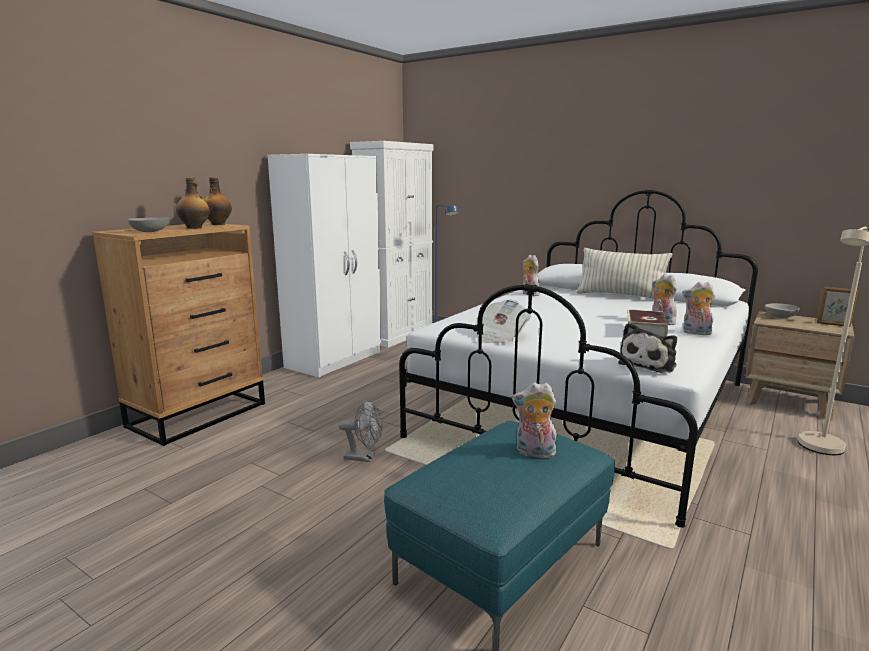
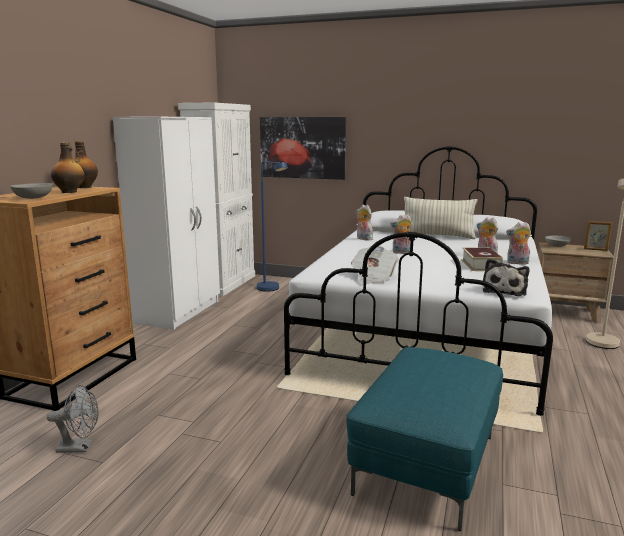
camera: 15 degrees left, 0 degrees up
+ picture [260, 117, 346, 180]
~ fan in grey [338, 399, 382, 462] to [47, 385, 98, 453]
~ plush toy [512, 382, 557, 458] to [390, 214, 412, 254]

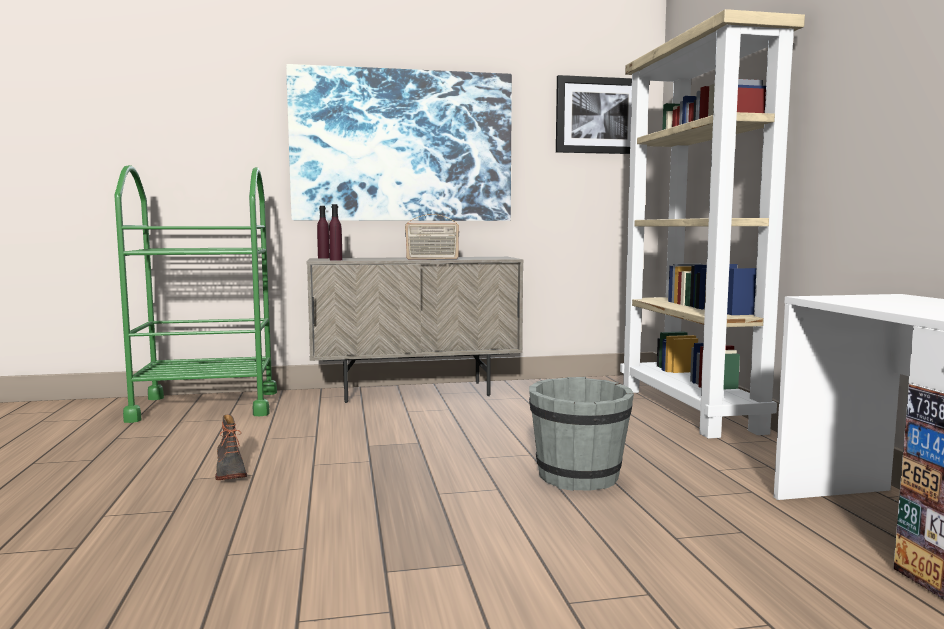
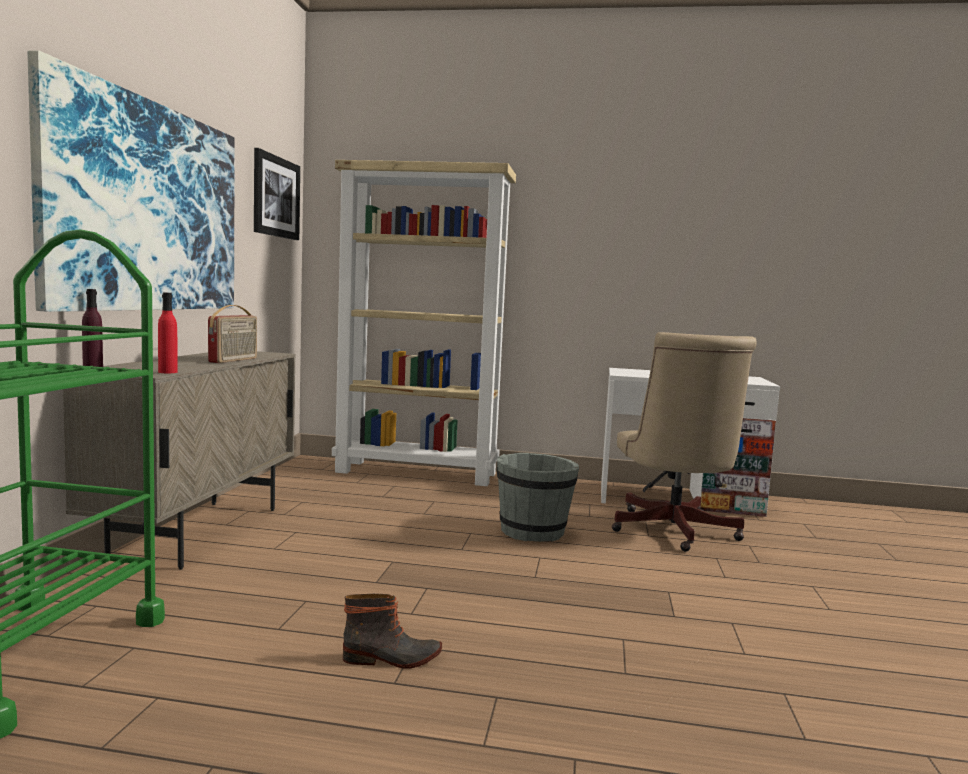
camera: 70 degrees left, 0 degrees up
+ office chair in beige [612, 332, 757, 552]
~ bottle in purple [329, 204, 342, 261] to bottle in red [158, 292, 178, 373]

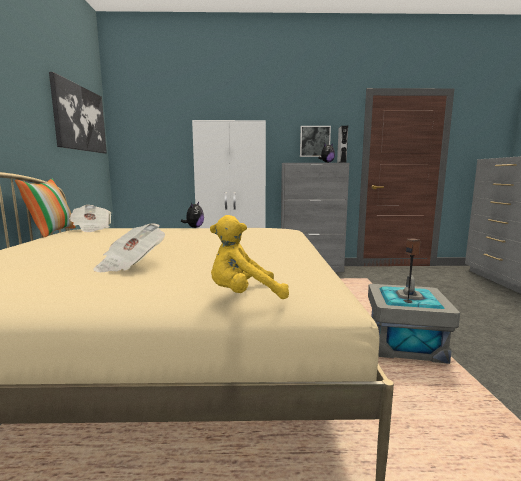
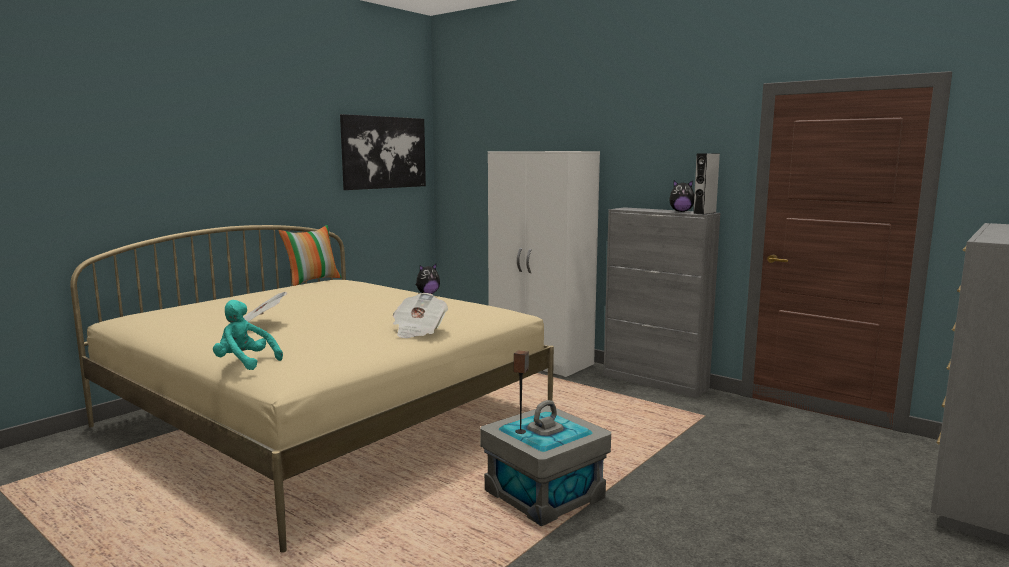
camera: 40 degrees right, 0 degrees up
- picture [300, 126, 331, 157]
~ newspaper [69, 205, 111, 232] to [393, 293, 448, 338]
~ plush toy in yellow [210, 215, 289, 299] to plush toy in turquoise [213, 300, 283, 370]

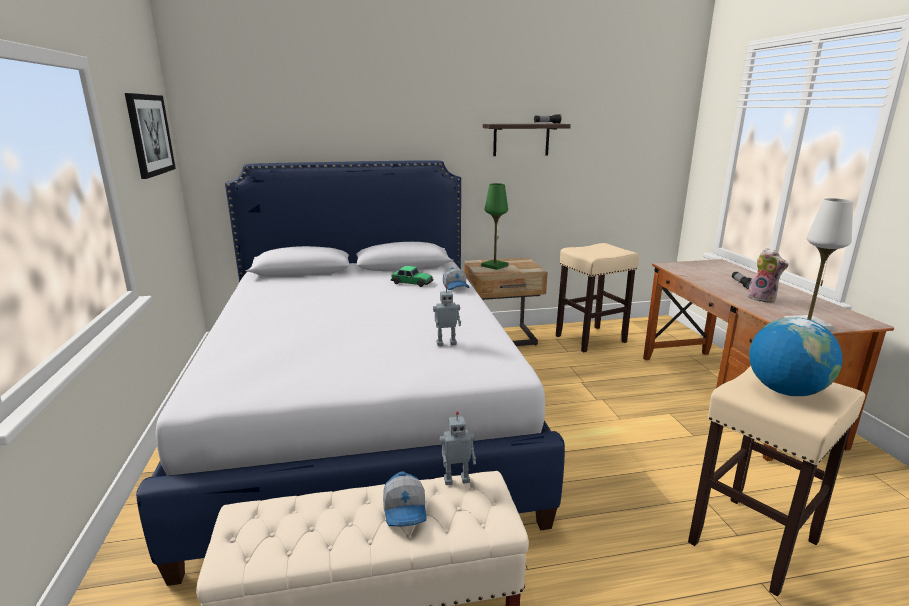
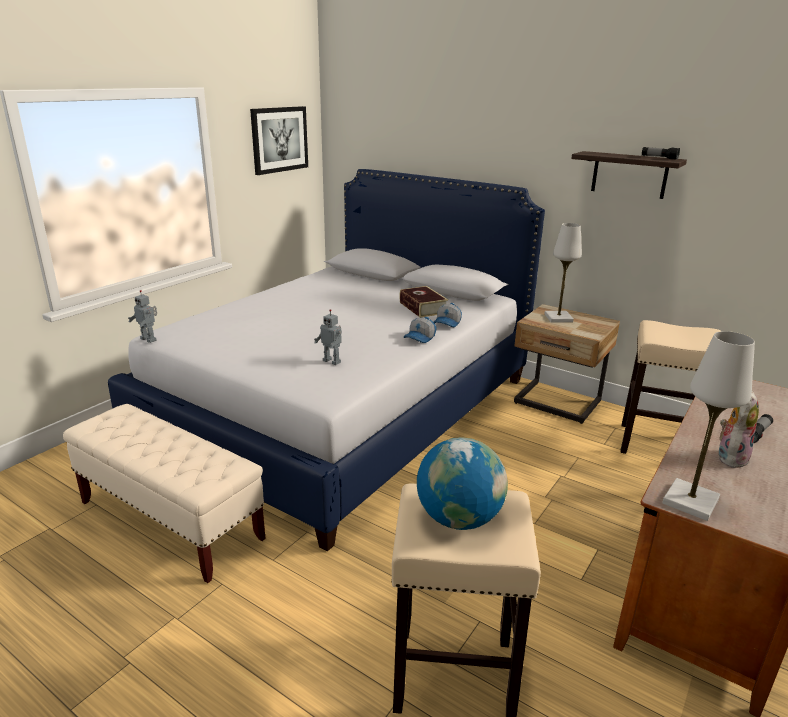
camera: 45 degrees right, 5 degrees up
~ cap [383, 471, 426, 527] to [404, 317, 436, 343]
~ toy robot [440, 412, 476, 485] to [128, 290, 157, 343]
~ toy car [391, 266, 433, 287] to book [399, 286, 448, 318]
~ table lamp in green [481, 183, 509, 270] to table lamp in white [545, 223, 582, 323]
~ plush toy [747, 248, 789, 303] = [718, 391, 759, 468] 150 degrees counterclockwise

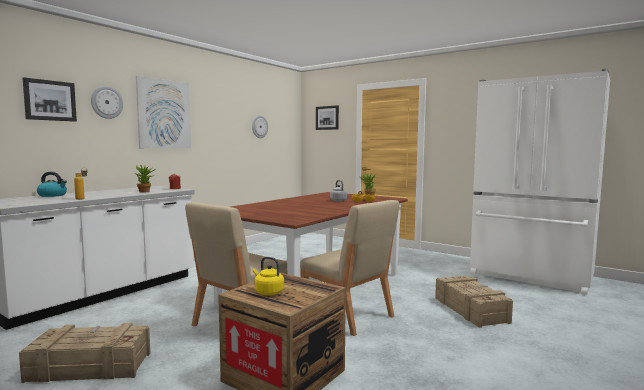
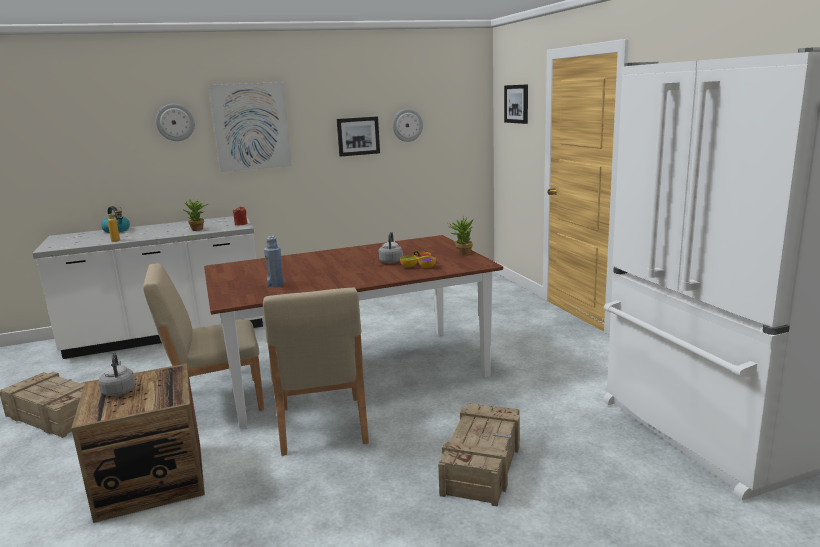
camera: 35 degrees right, 10 degrees up
+ bottle in blue [264, 236, 284, 287]
~ picture [23, 77, 77, 122] to [337, 117, 380, 157]
~ kettle in yellow [253, 257, 284, 295] to kettle in grey [99, 353, 136, 396]

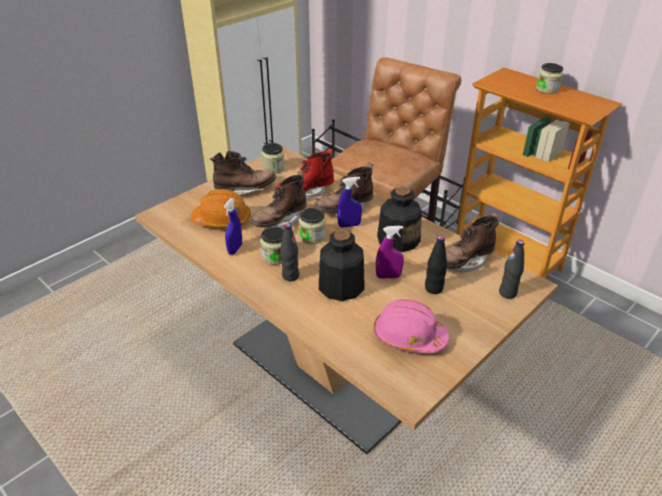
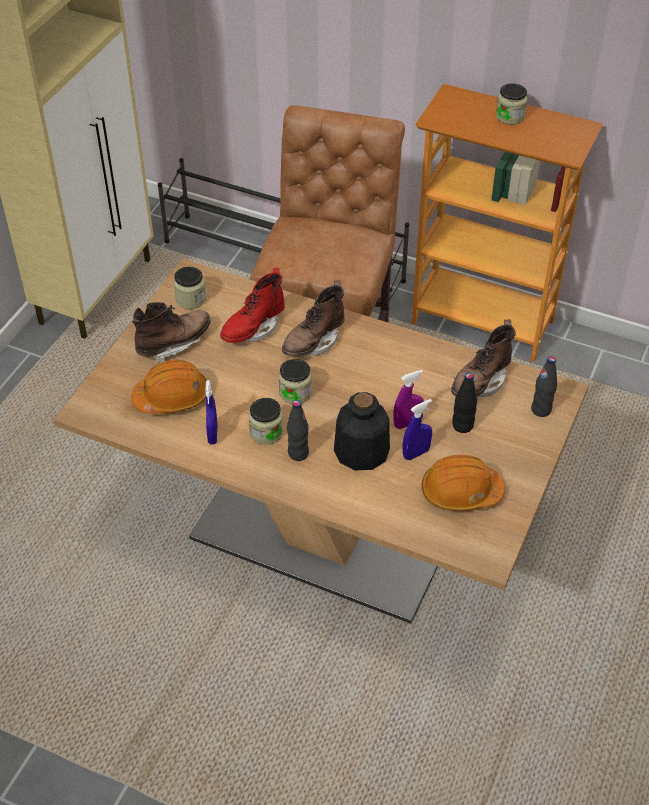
camera: 20 degrees left, 10 degrees up
- boot in brown [250, 171, 307, 228]
- bottle [377, 186, 422, 252]
~ spray bottle in blue [337, 177, 362, 228] to [403, 399, 432, 460]
~ hard hat in pink [374, 299, 449, 353] to hard hat in orange [422, 455, 505, 511]

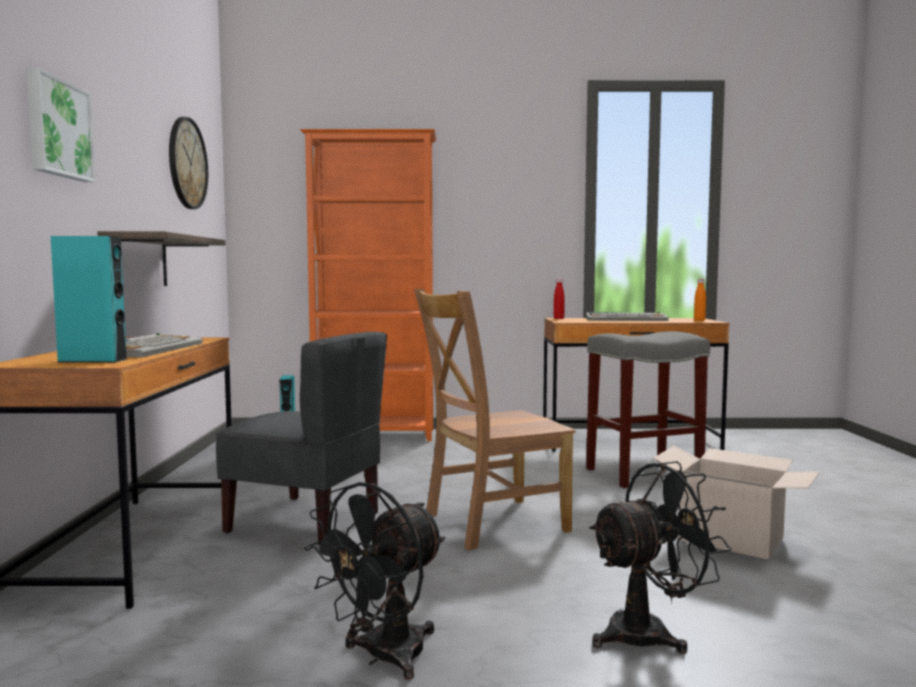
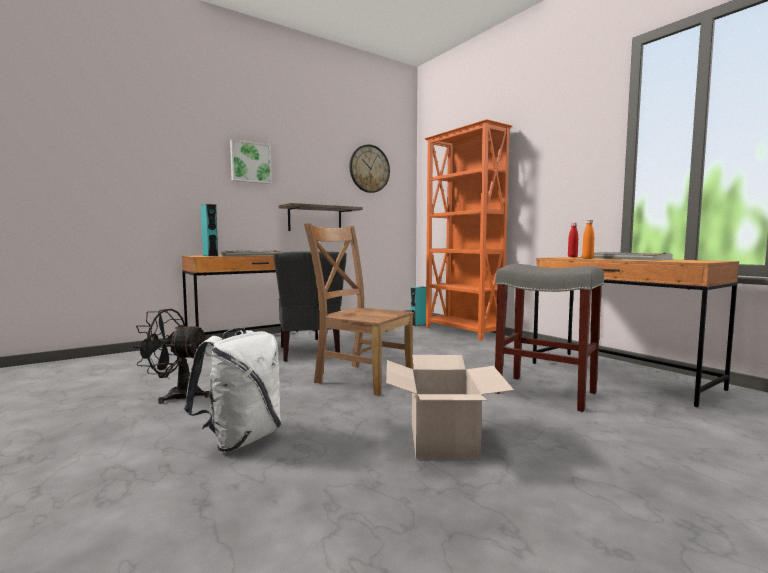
camera: 55 degrees right, 0 degrees up
~ bottle in orange [694, 279, 706, 321] to [582, 220, 594, 259]
~ fan in black [589, 461, 732, 654] to backpack in white [184, 328, 281, 452]

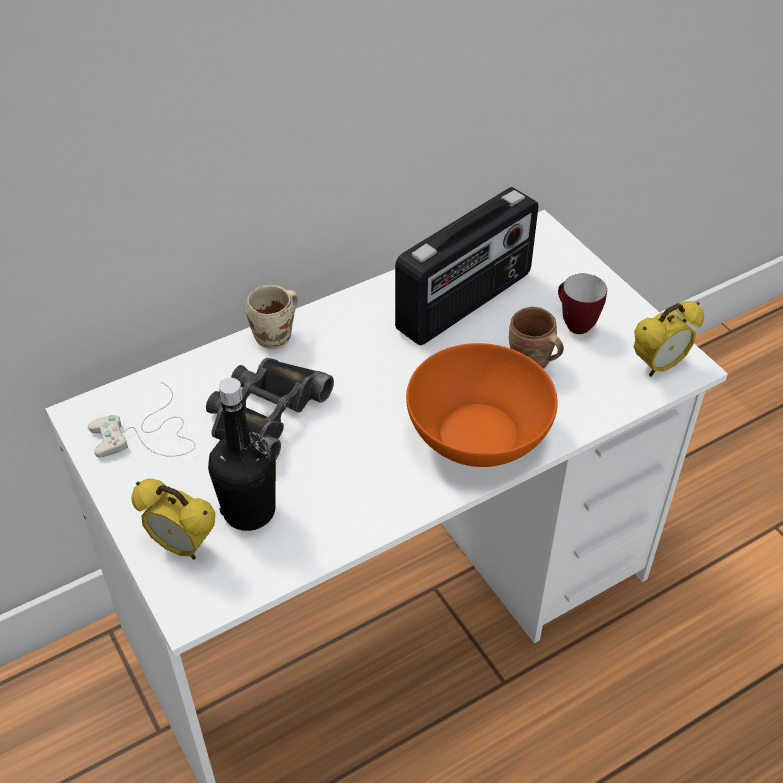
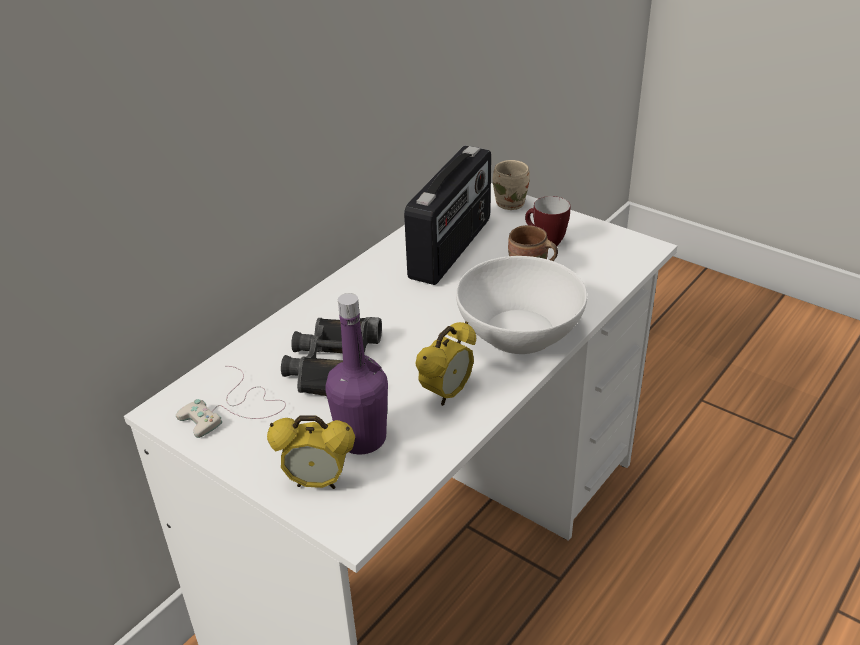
camera: 20 degrees left, 10 degrees down
~ mug in beige [246, 285, 299, 349] to [493, 160, 530, 210]
~ alarm clock [634, 301, 704, 377] to [415, 321, 476, 406]
~ bottle in black [208, 378, 276, 531] to bottle in purple [325, 293, 388, 455]
~ bowl in orange [406, 343, 558, 467] to bowl in white [456, 256, 587, 354]

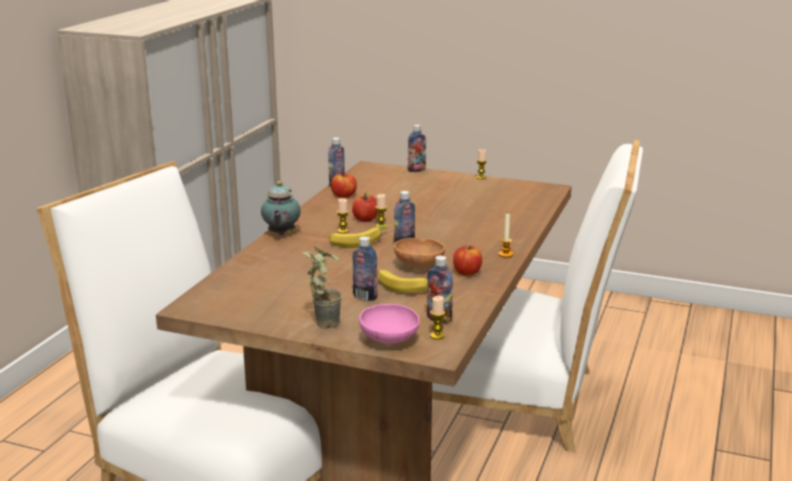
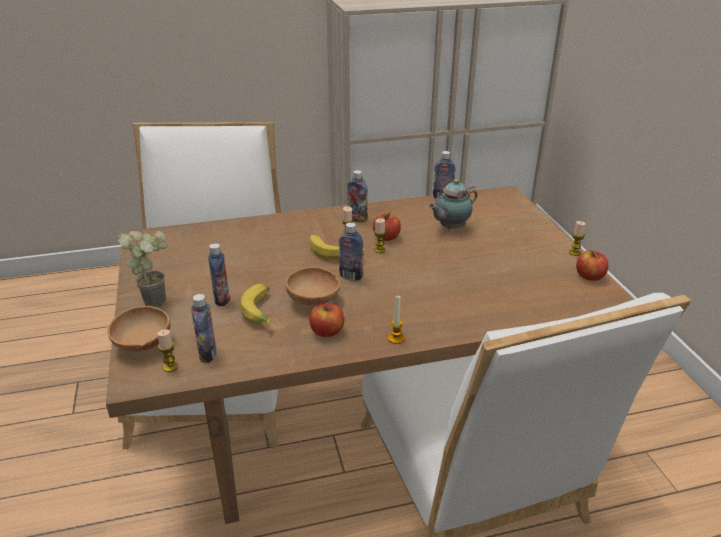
camera: 55 degrees right, 10 degrees up
~ teapot [261, 181, 301, 235] to [428, 179, 478, 229]
~ apple [331, 173, 357, 198] to [576, 250, 608, 281]
~ bottle [408, 125, 426, 172] to [347, 170, 368, 222]
~ bowl in pink [359, 304, 420, 344] to bowl in brown [108, 306, 170, 352]

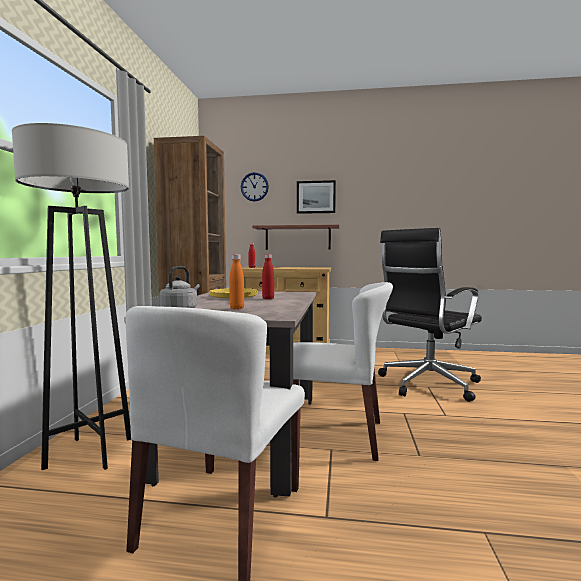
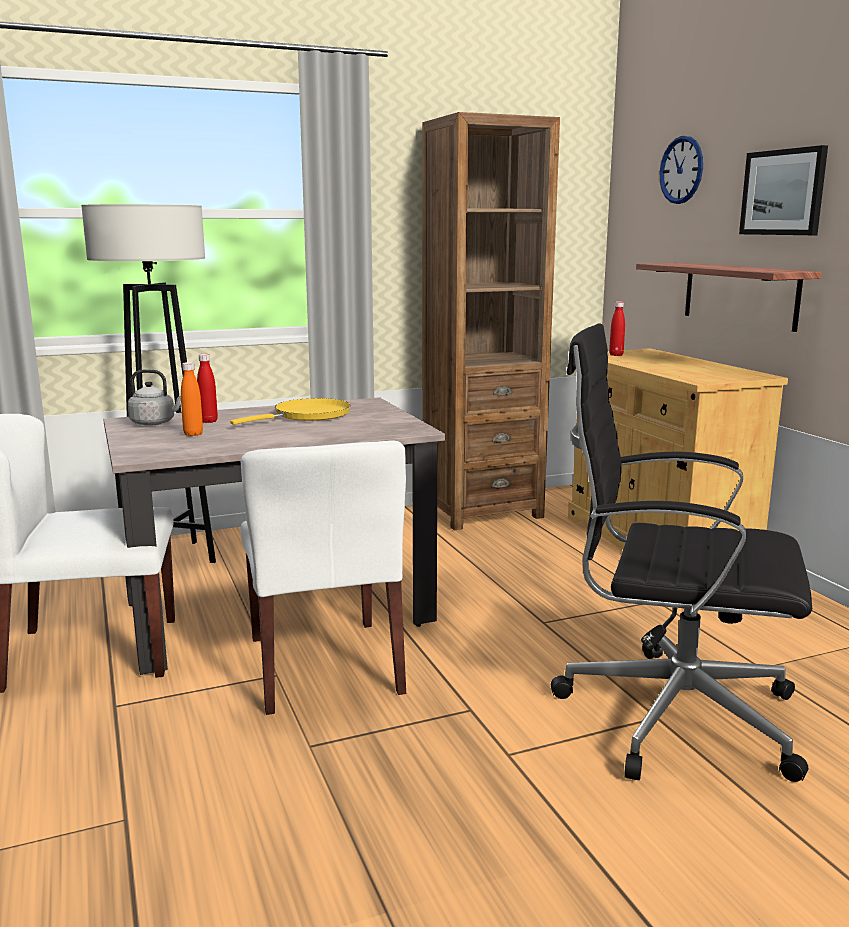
camera: 60 degrees right, 10 degrees up
~ bottle in red [262, 254, 274, 299] to [197, 354, 218, 423]

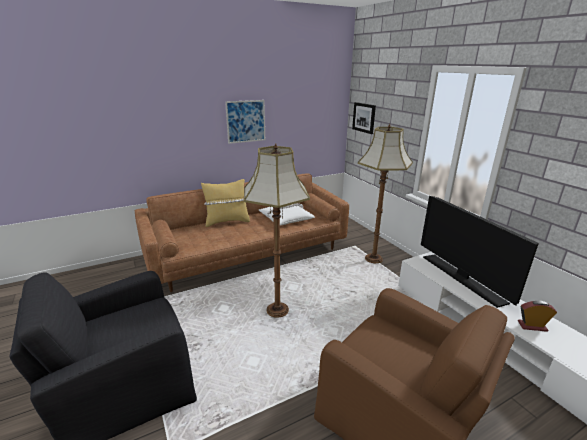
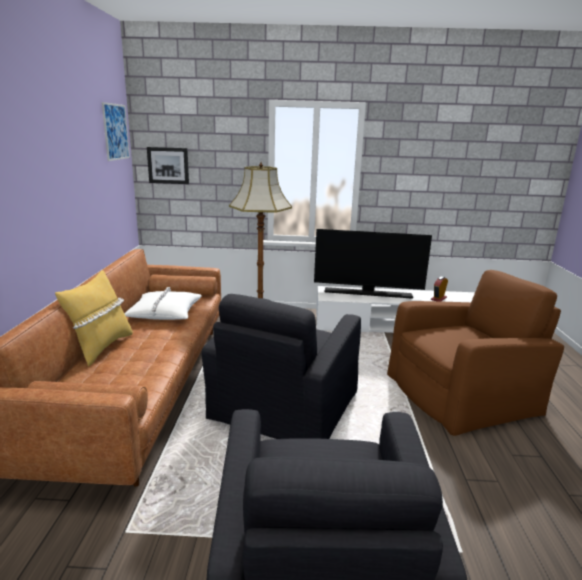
camera: 60 degrees left, 5 degrees down
~ picture [225, 100, 265, 144] to [102, 102, 130, 161]
~ floor lamp [244, 144, 310, 318] to armchair in black [202, 294, 361, 439]

